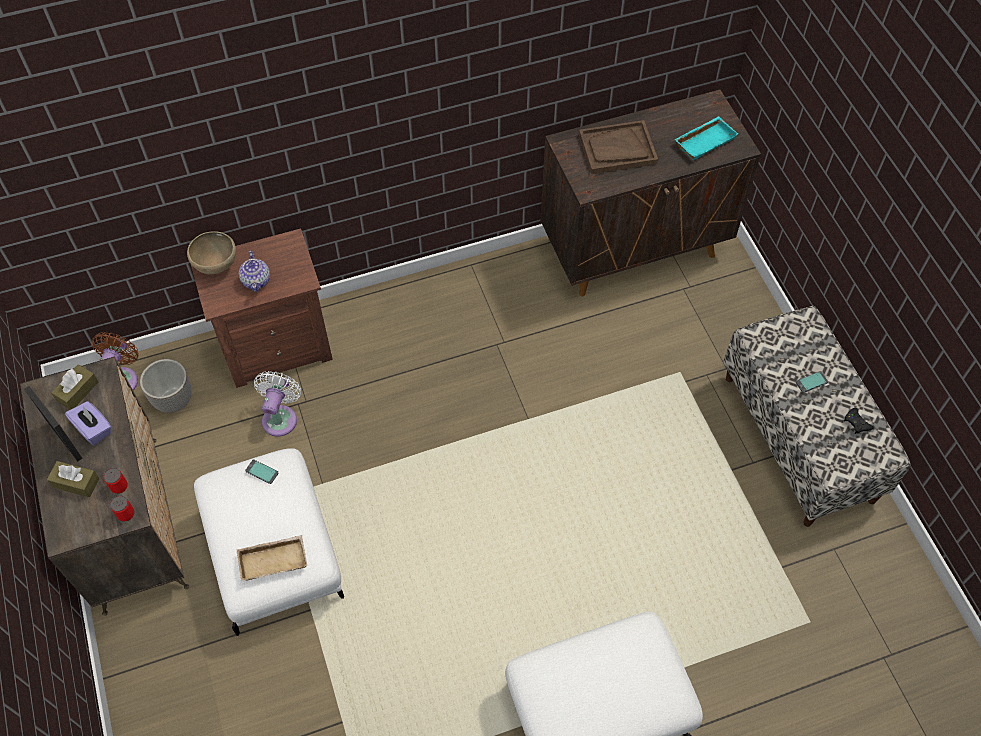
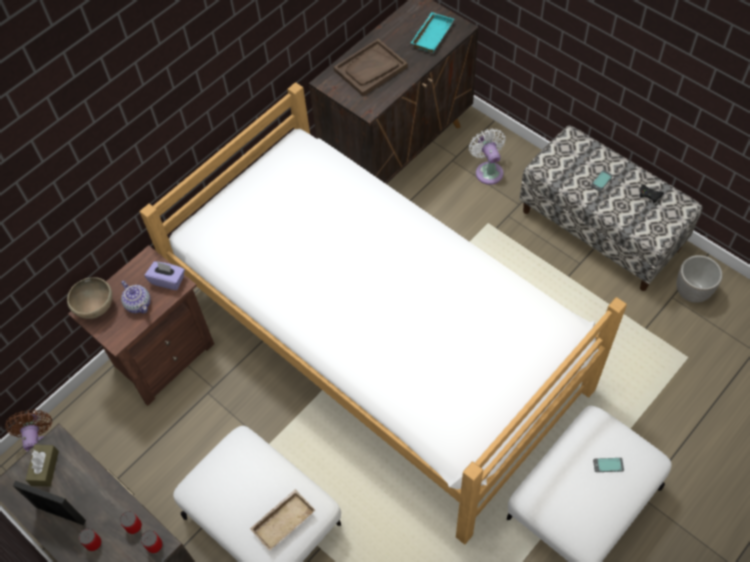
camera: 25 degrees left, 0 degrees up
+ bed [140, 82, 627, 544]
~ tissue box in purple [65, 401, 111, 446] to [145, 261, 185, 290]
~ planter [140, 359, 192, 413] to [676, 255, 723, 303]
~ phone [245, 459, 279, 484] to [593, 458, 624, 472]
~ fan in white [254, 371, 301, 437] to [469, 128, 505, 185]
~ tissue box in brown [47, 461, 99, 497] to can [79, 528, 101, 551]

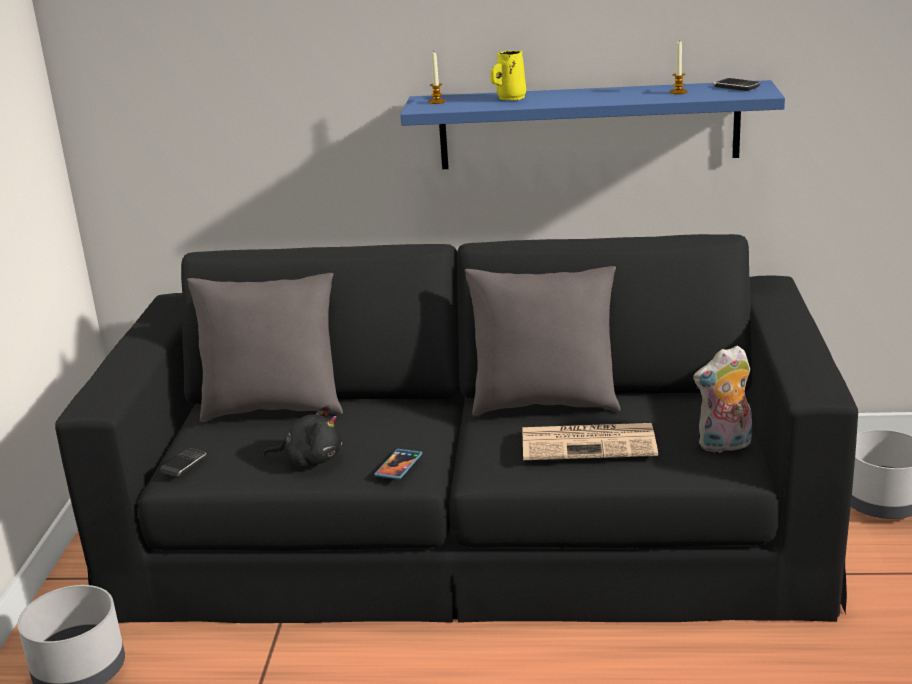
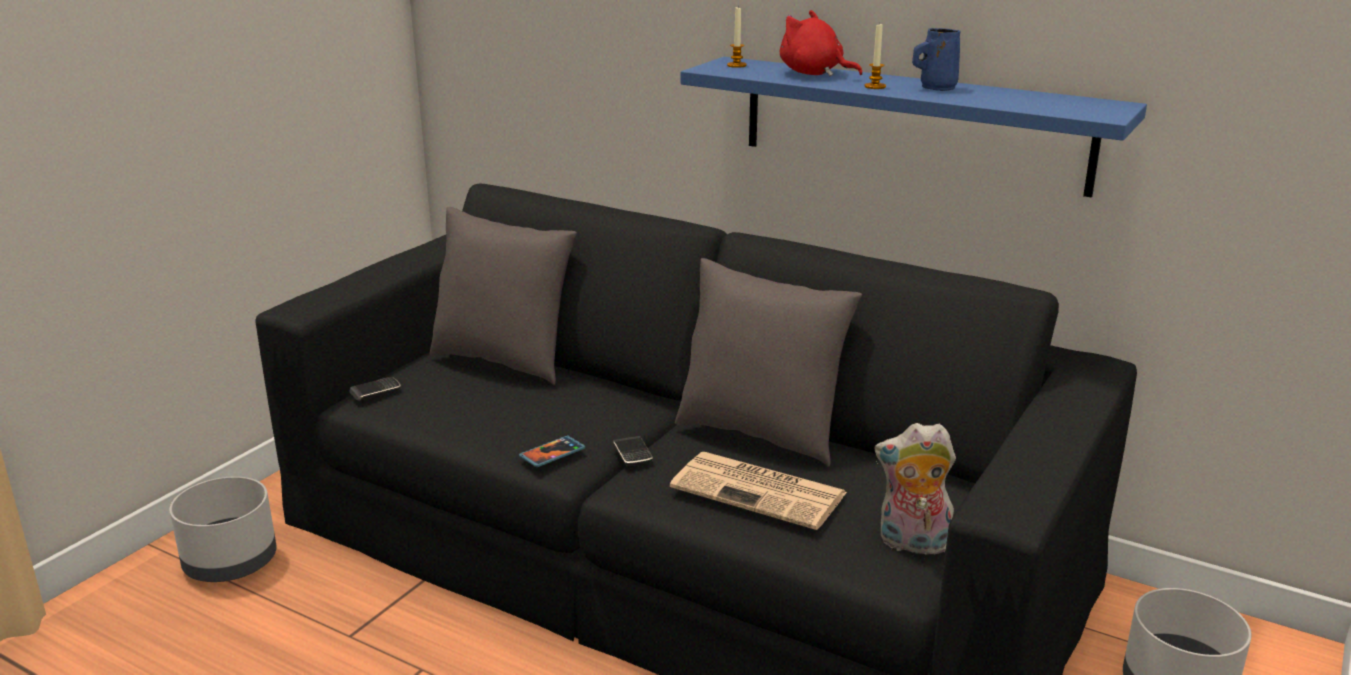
camera: 25 degrees right, 0 degrees up
- plush toy in black [263, 406, 343, 467]
+ mug in blue [912, 28, 960, 91]
~ candle [670, 40, 687, 94] to [865, 22, 886, 89]
~ phone [713, 78, 760, 91] to [613, 436, 653, 466]
~ mug in yellow [490, 51, 526, 100] to plush toy in red [780, 10, 863, 76]

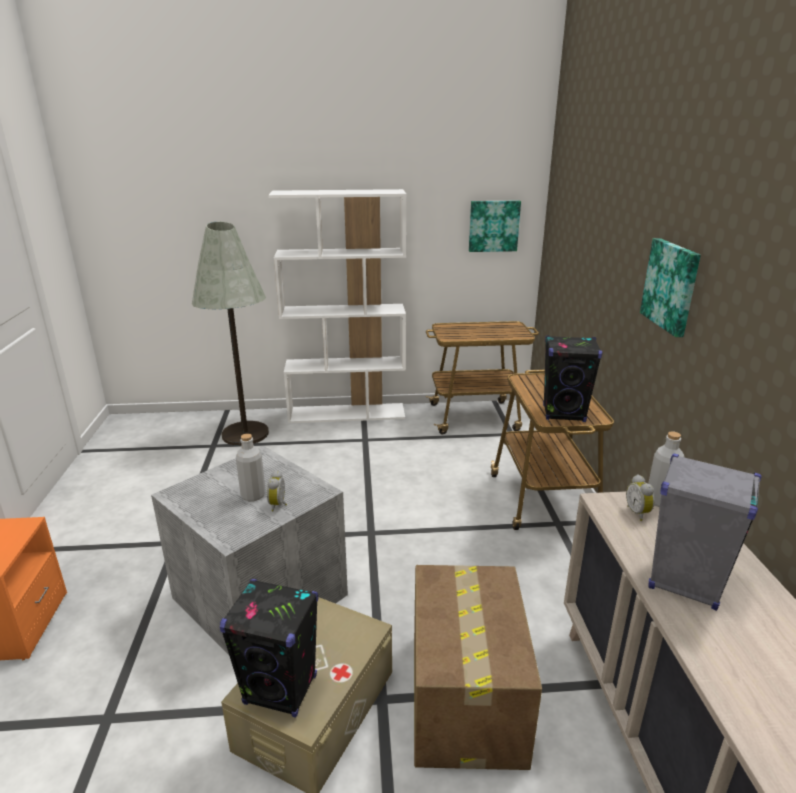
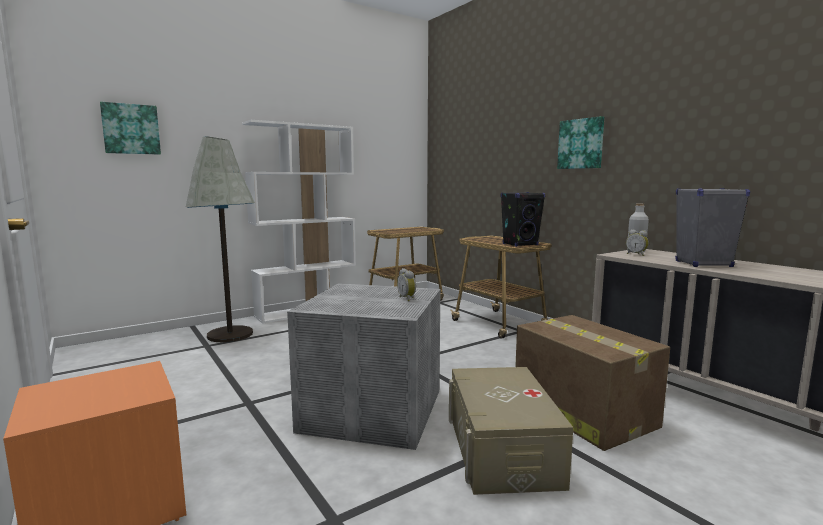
camera: 30 degrees left, 15 degrees down
- speaker in black [220, 579, 318, 718]
- bottle in grey [236, 434, 266, 501]
~ picture [469, 201, 521, 252] to [100, 102, 161, 155]

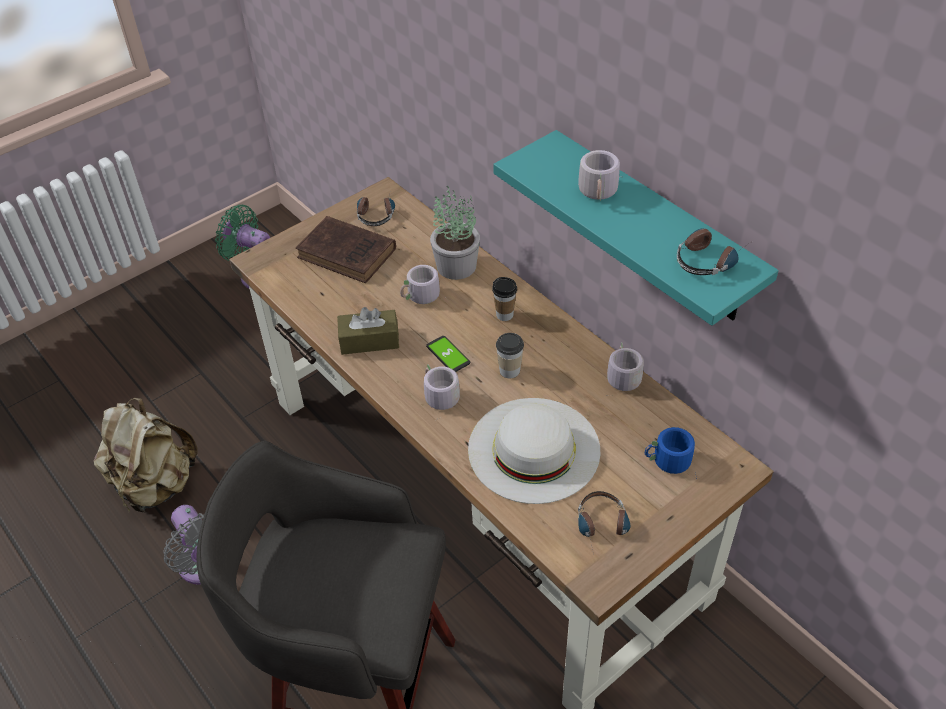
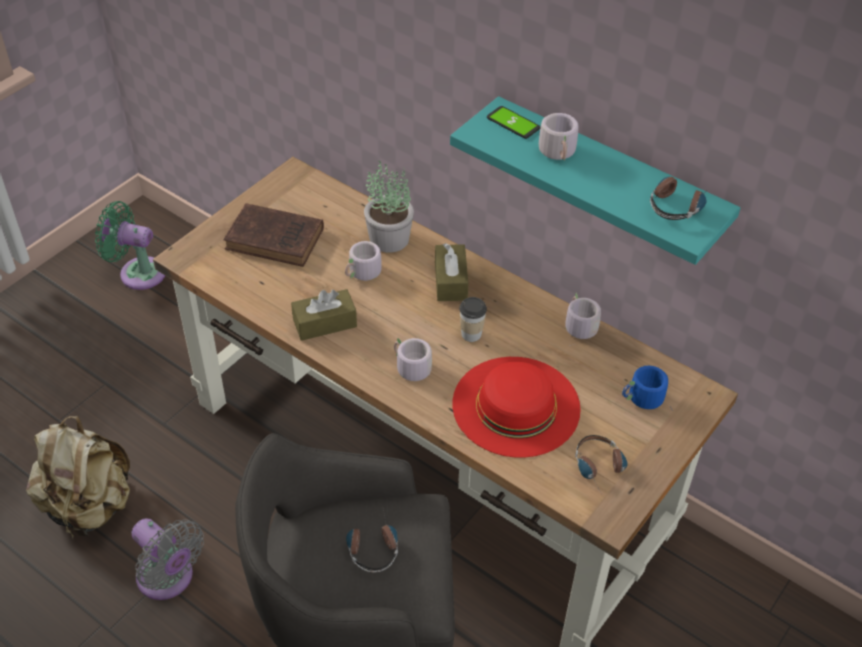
camera: 15 degrees left, 0 degrees up
~ headphones [357, 196, 395, 226] to [346, 510, 398, 573]
~ phone [426, 336, 470, 372] to [487, 106, 541, 139]
~ cup [492, 277, 517, 321] to tissue box in brown [435, 243, 469, 301]
~ hat in white [468, 398, 600, 504] to hat in red [452, 357, 581, 458]

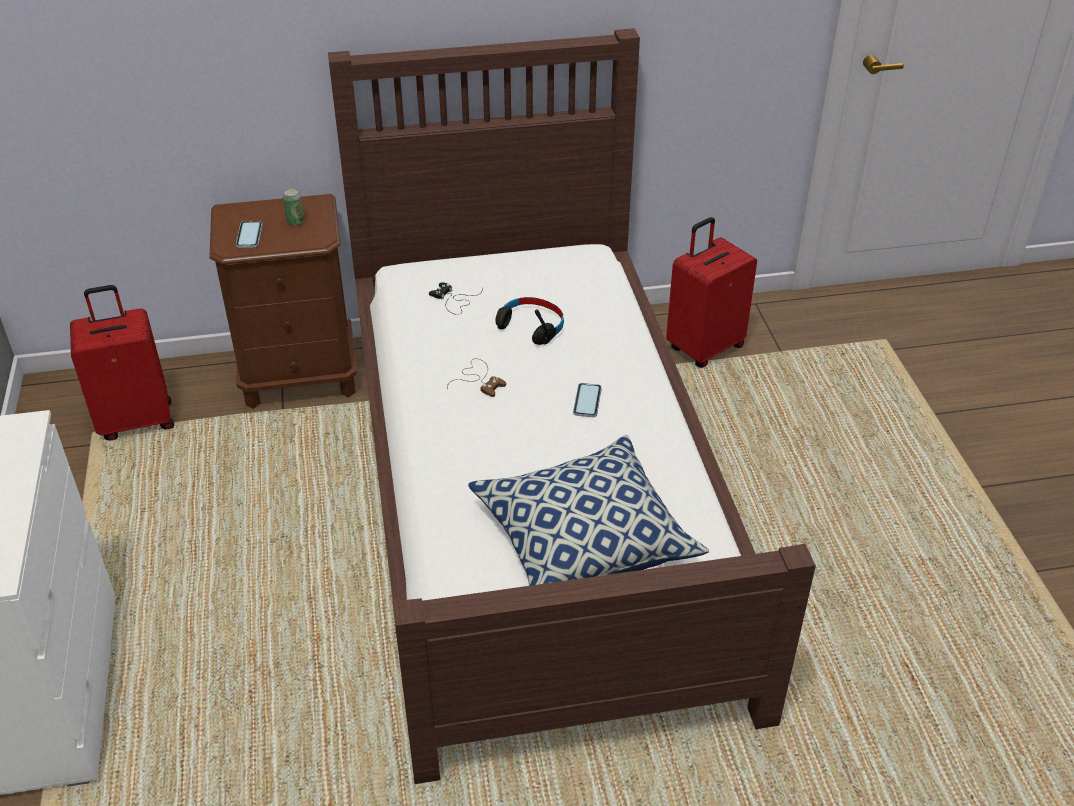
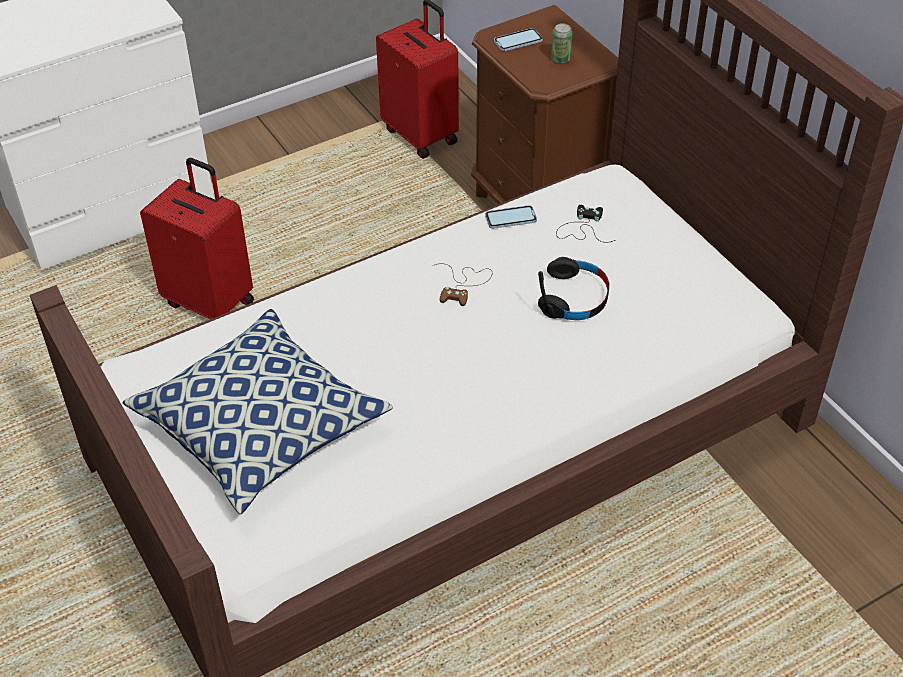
camera: 70 degrees right, 5 degrees up
~ phone [573, 383, 602, 417] to [485, 205, 537, 229]
~ suitcase in red [666, 217, 757, 368] to [140, 158, 254, 319]

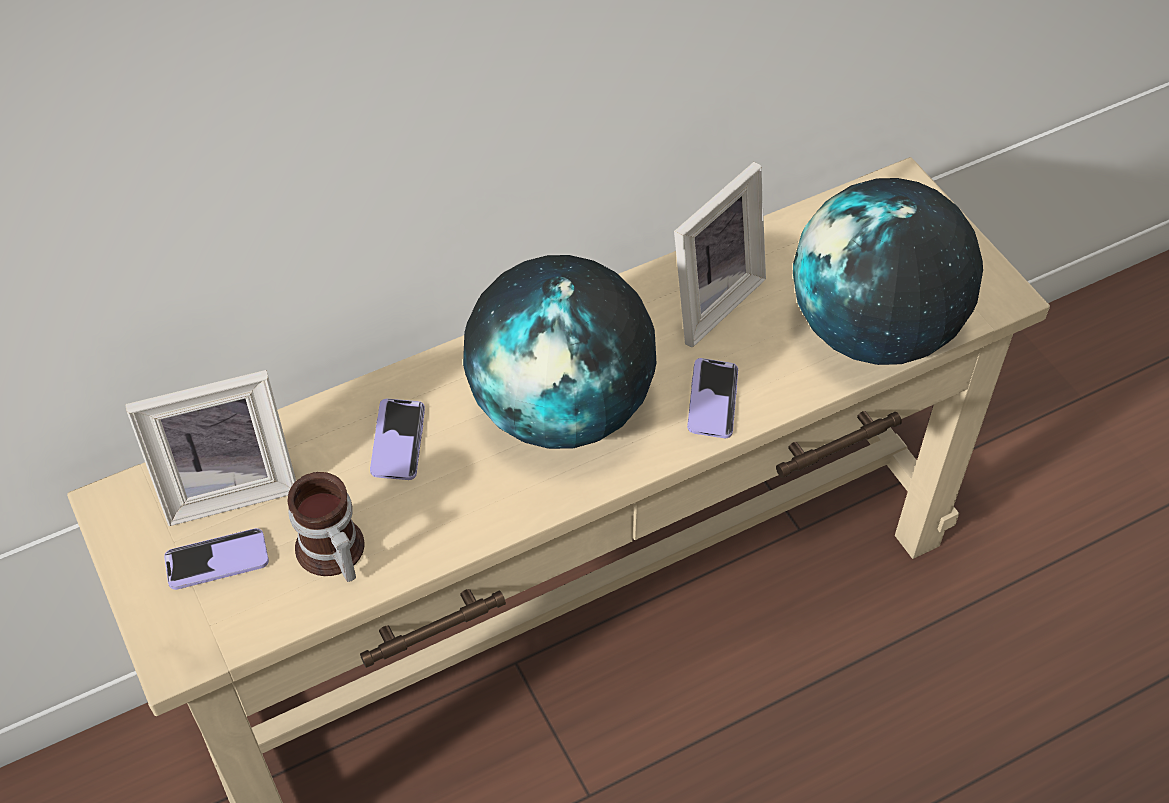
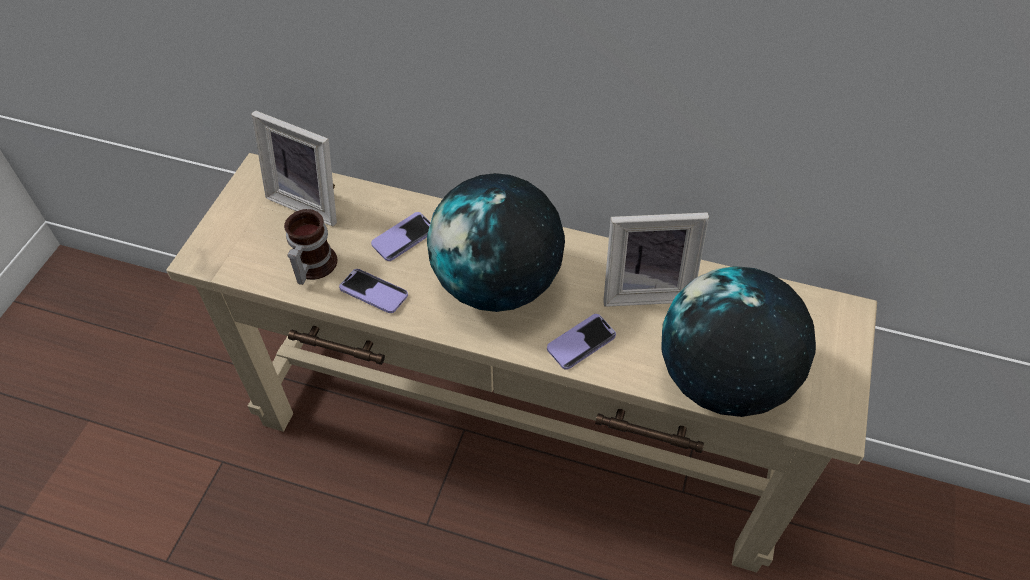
camera: 45 degrees right, 0 degrees up
~ phone [164, 528, 269, 590] to [339, 269, 408, 313]

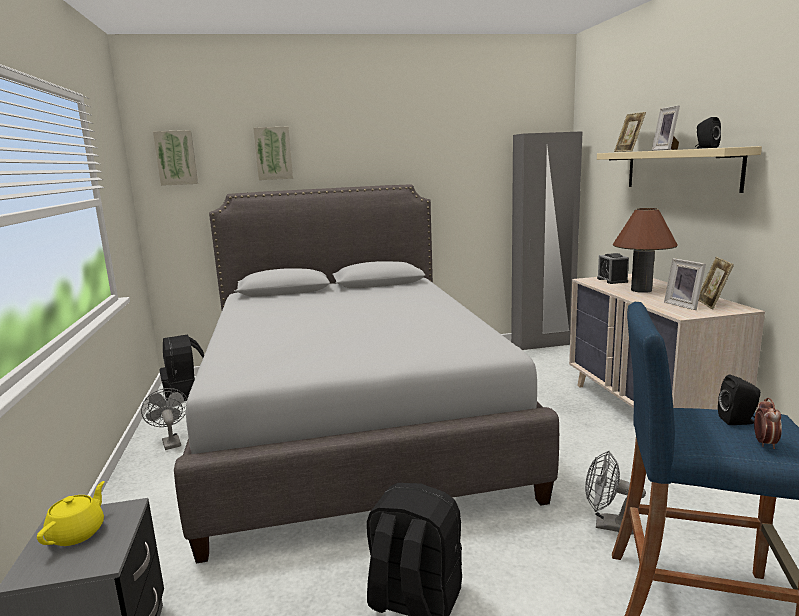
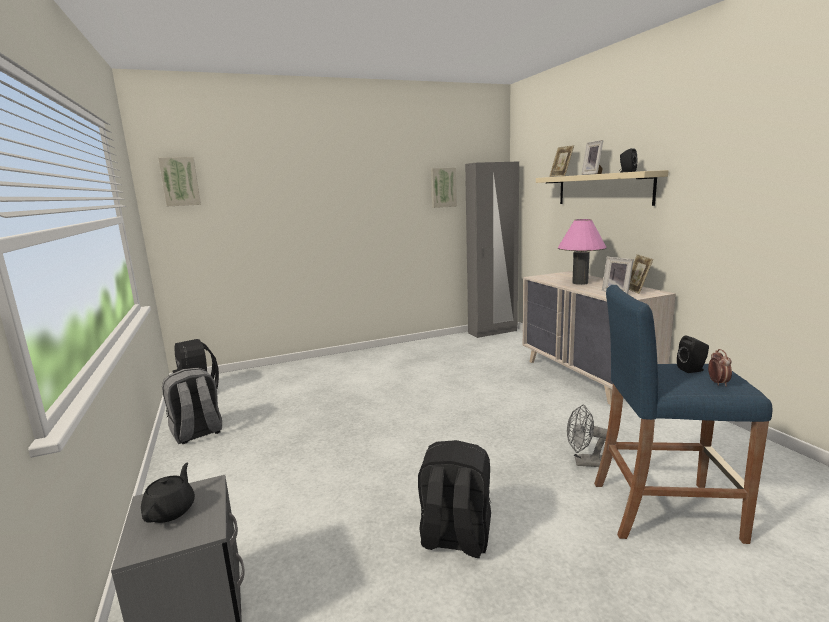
camera: 10 degrees left, 0 degrees up
- bed in grey [174, 184, 559, 563]
- alarm clock [597, 253, 629, 284]
~ picture [253, 126, 293, 180] to [431, 168, 457, 208]
~ fan in grey [141, 388, 187, 450] to backpack in grey [162, 368, 222, 444]
~ teapot in yellow [37, 481, 105, 546] to teapot in black [141, 462, 195, 523]
~ table lamp in brown [613, 208, 678, 293] to table lamp in pink [558, 219, 607, 285]

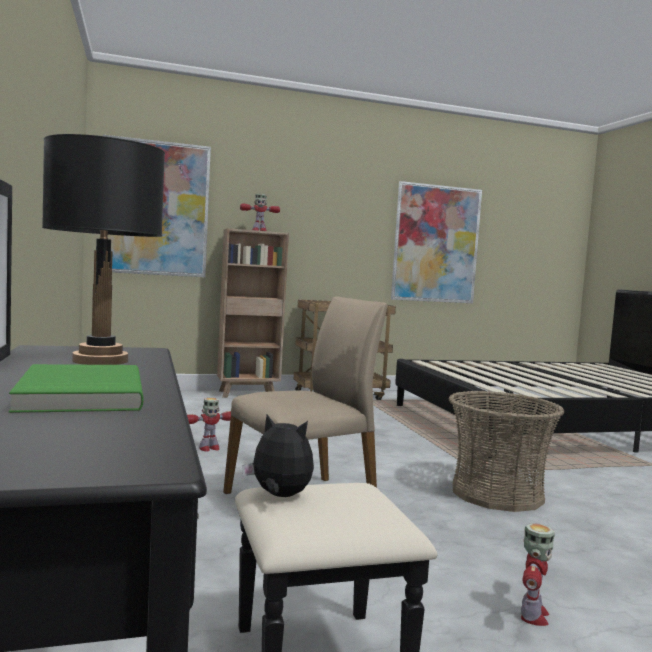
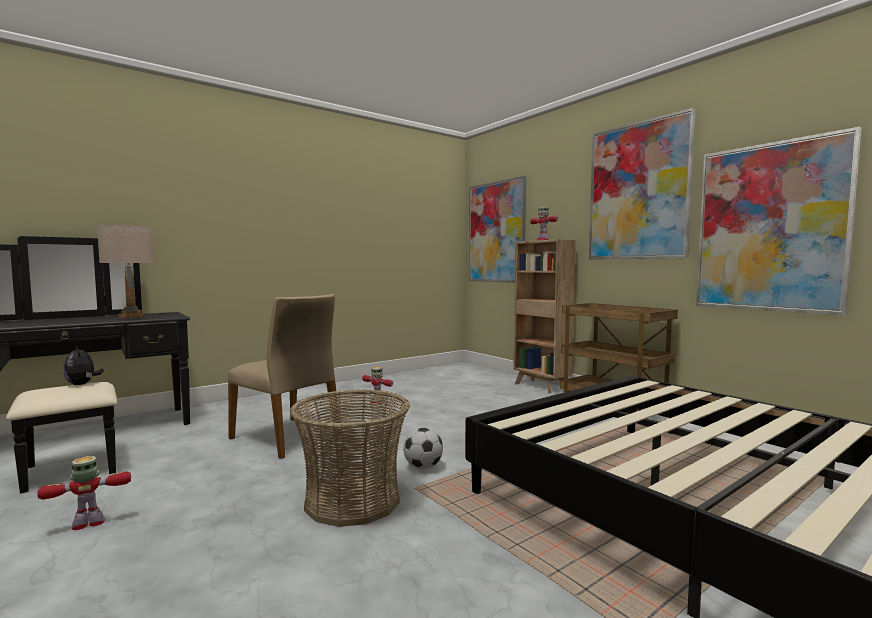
camera: 70 degrees right, 0 degrees up
- book in green [9, 364, 144, 413]
+ football [403, 428, 443, 469]
+ picture [589, 108, 696, 260]
~ table lamp in black [42, 134, 165, 365] to table lamp in beige [97, 225, 156, 319]
~ plush toy [242, 414, 314, 497] = [63, 347, 104, 385] 135 degrees clockwise
~ toy robot [521, 523, 555, 626] = [37, 456, 131, 530] 150 degrees clockwise

